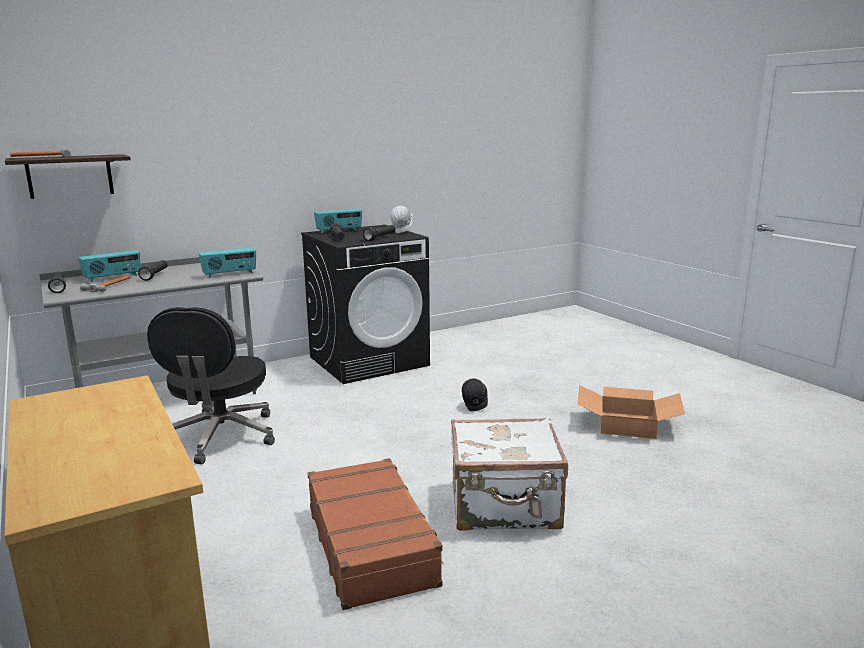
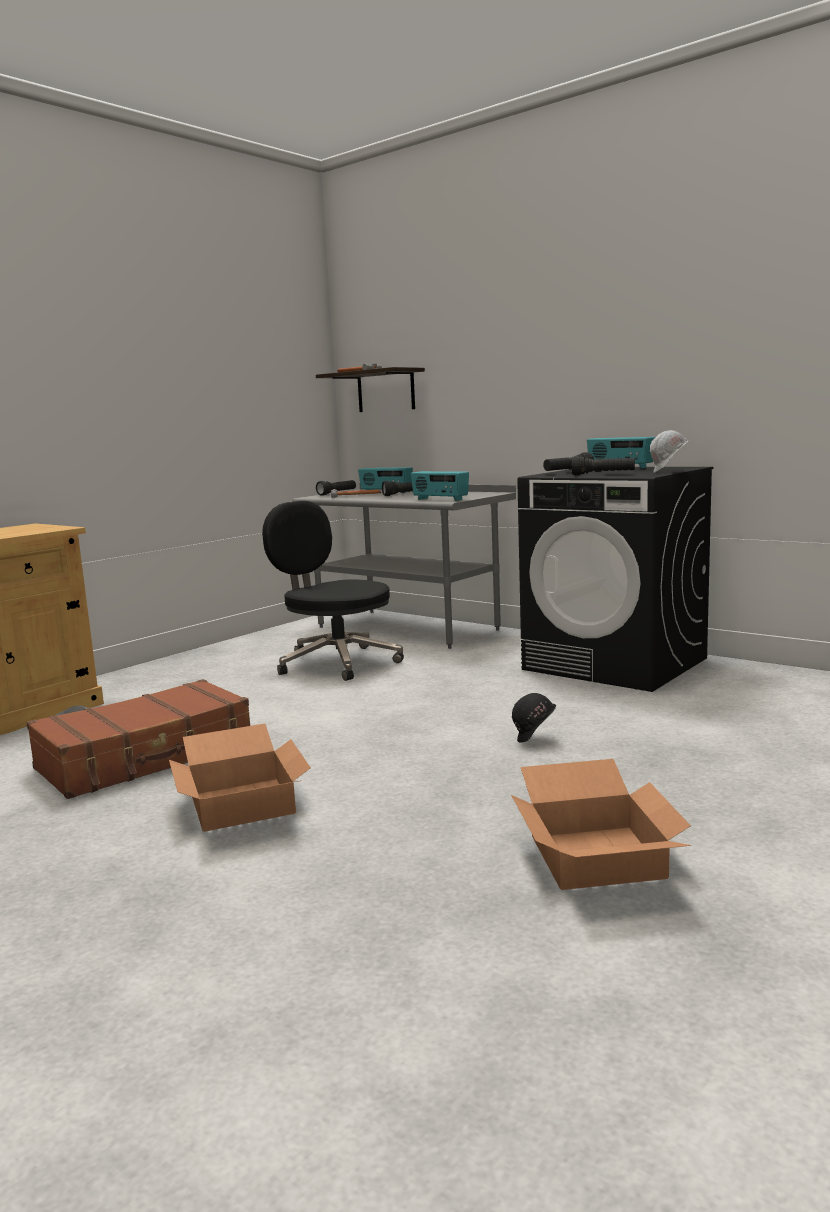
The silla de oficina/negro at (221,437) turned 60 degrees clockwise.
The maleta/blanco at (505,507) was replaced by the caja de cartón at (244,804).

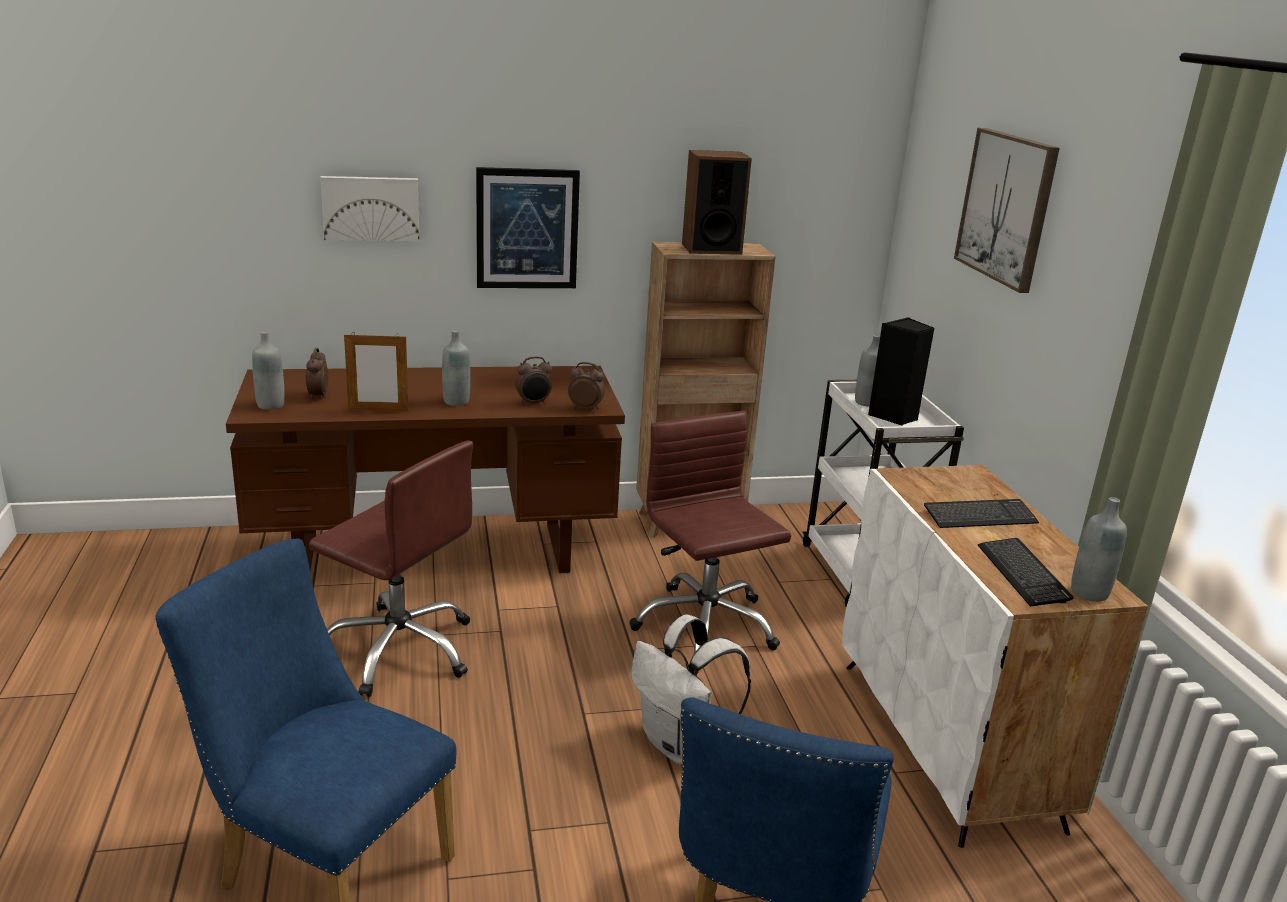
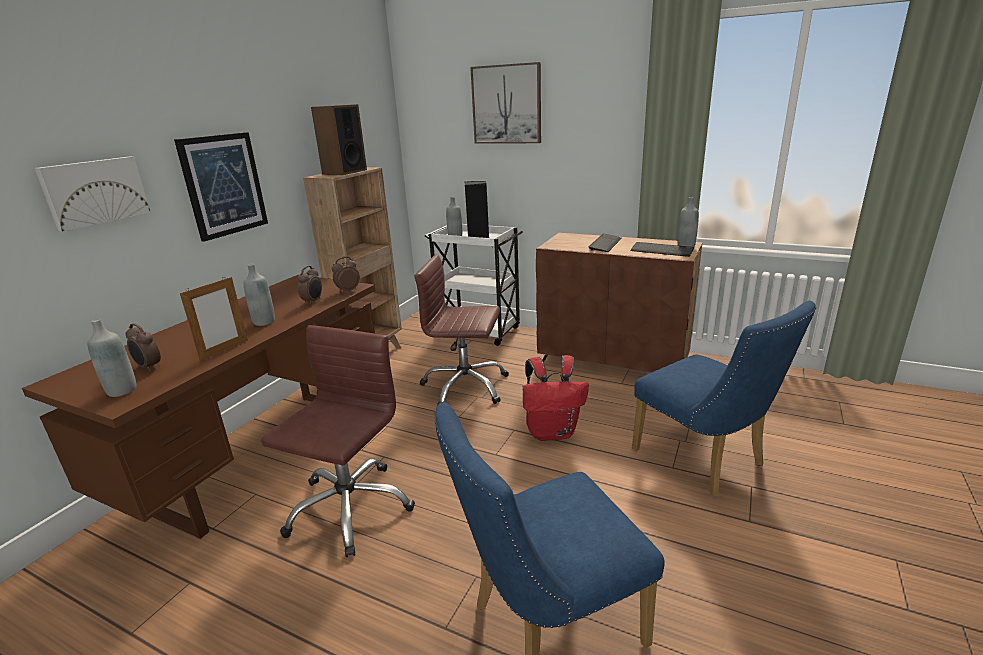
The silla de oficina/marrón at (400,649) turned 45 degrees counterclockwise.
The armario/blanco at (948,743) became the armario/marrón at (613,363).
The mochila/blanco at (681,745) became the mochila/rojo at (552,432).

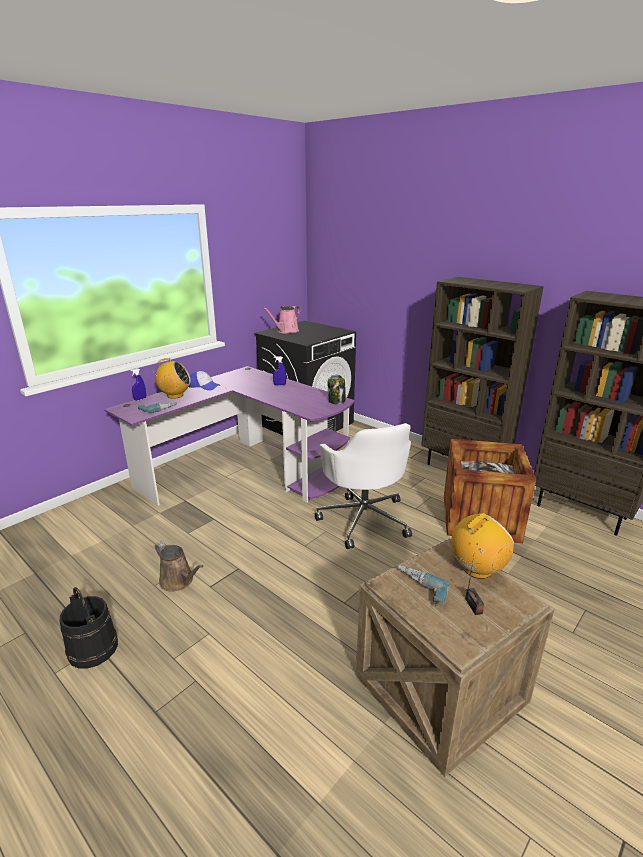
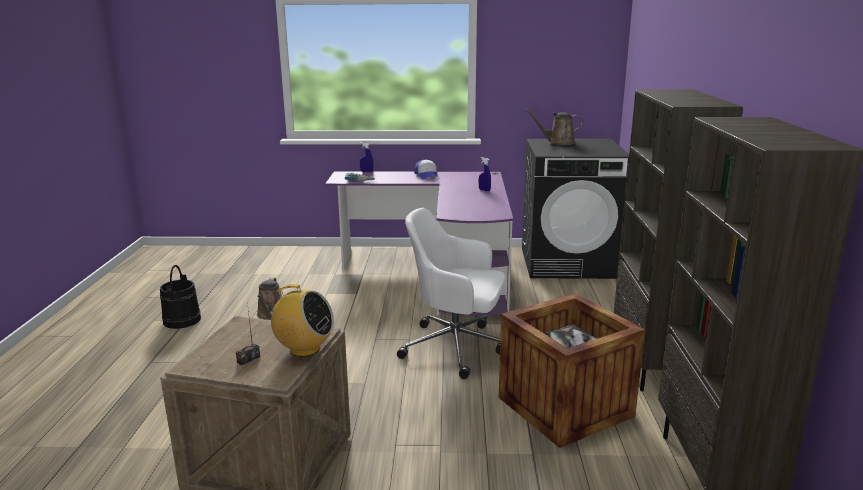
The regadera/rosa at (286,331) became the regadera/marrón at (558,143).
The radio at (174,395) disappeared.
The tarro at (336,401) disappeared.
The silla de oficina/blanco at (364,518) turned 75 degrees clockwise.
The taladro at (418,589) disappeared.

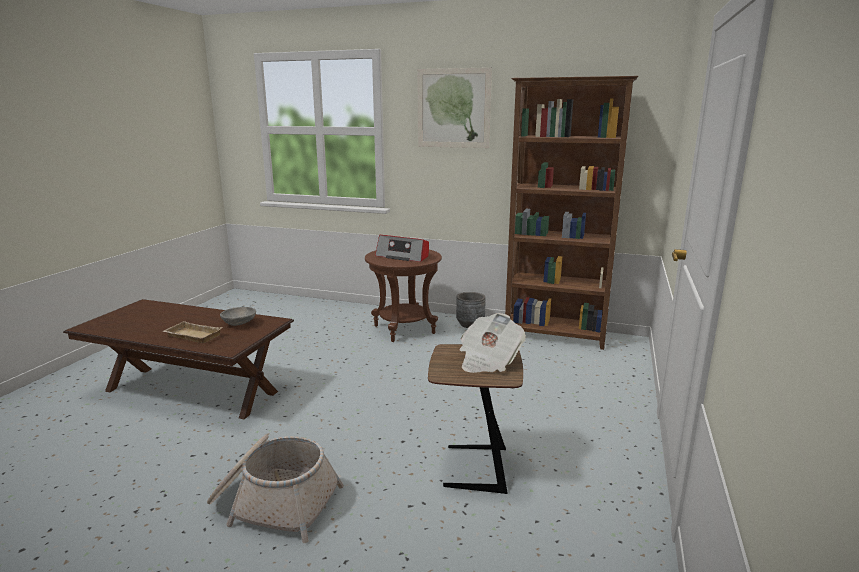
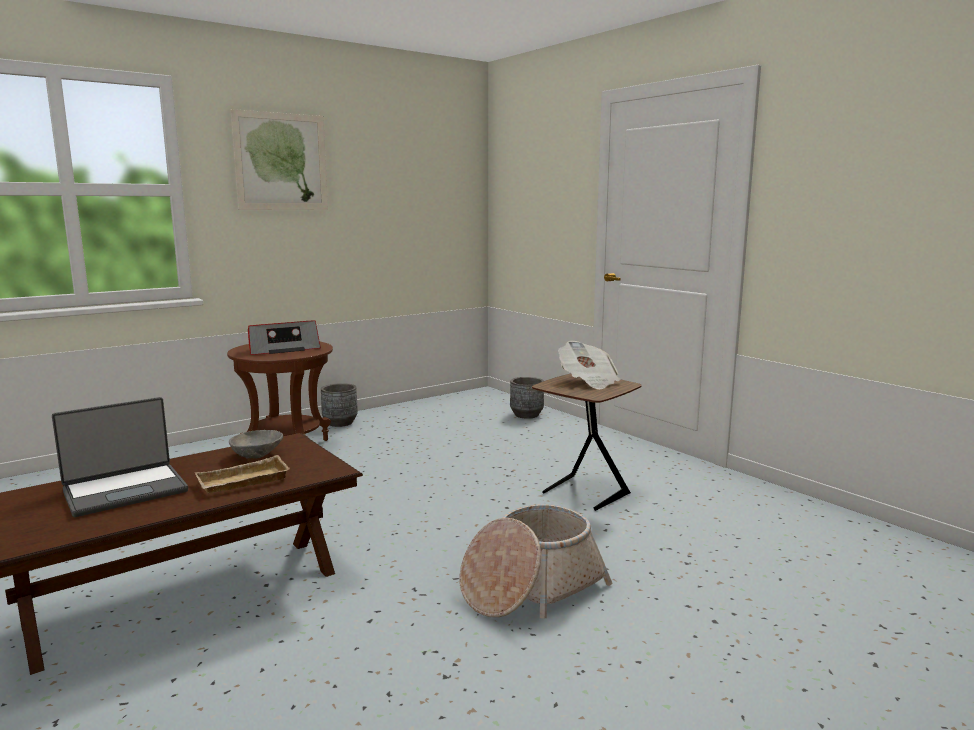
The estantería/marrón at (555,336) disappeared.
The maceta/gris at (526,415) appeared.
The portátil at (125,490) appeared.

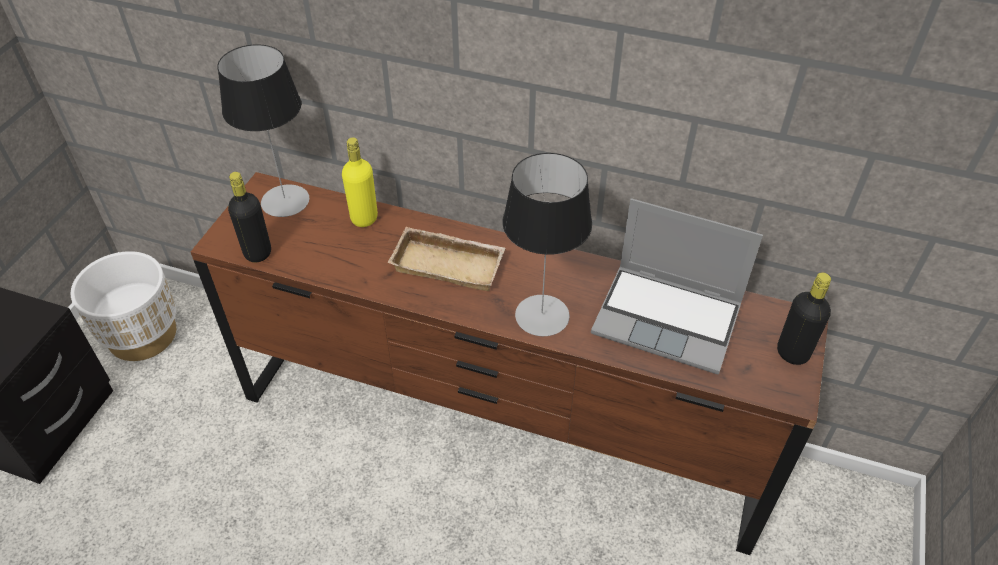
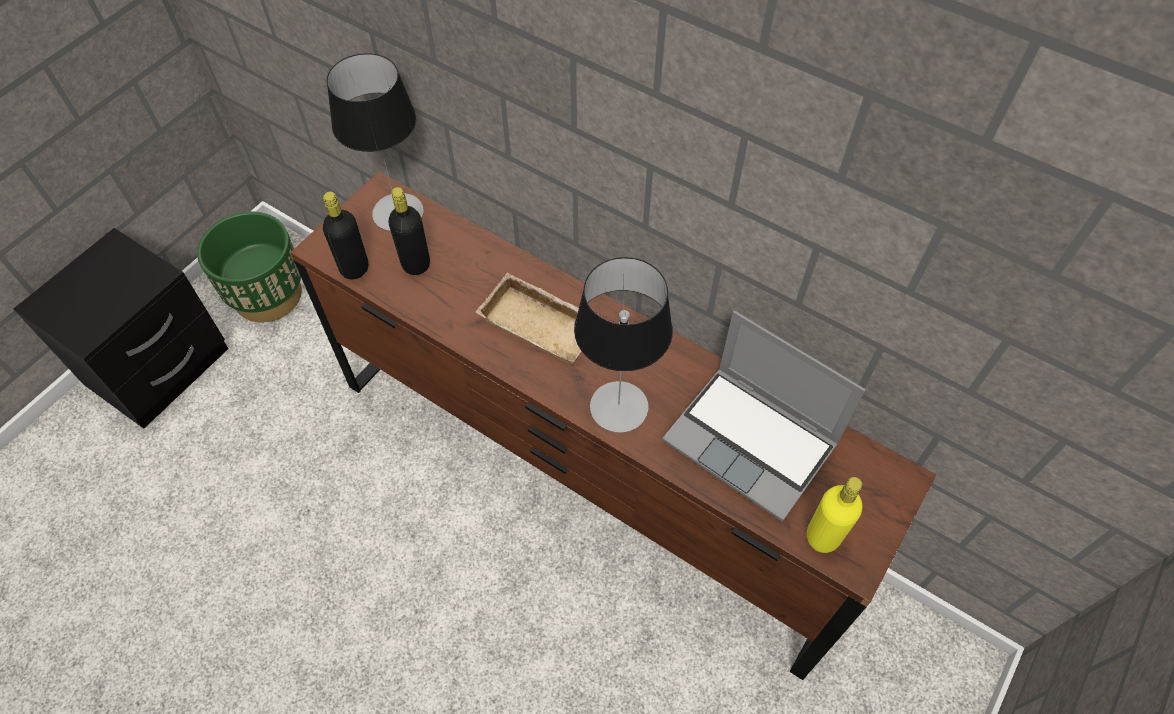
The botella/amarillo moved from (364,218) to (823,536).
The maceta/blanco at (142,335) became the maceta/verde at (268,295).
The botella/negro moved from (792,353) to (416,264).

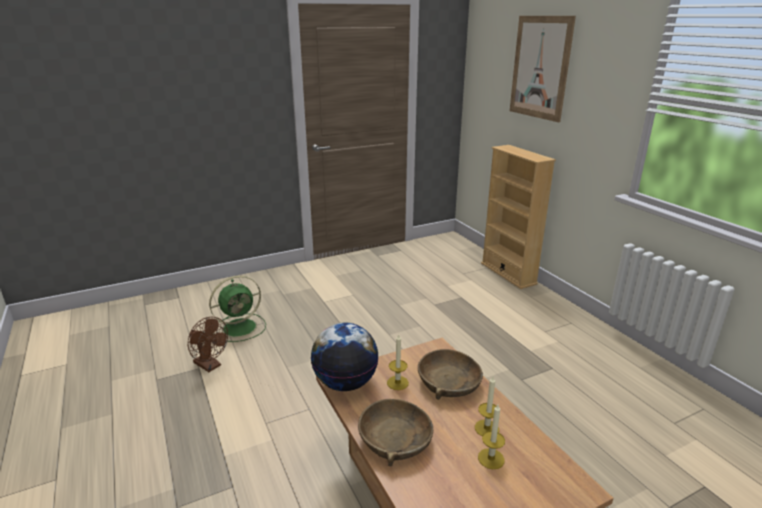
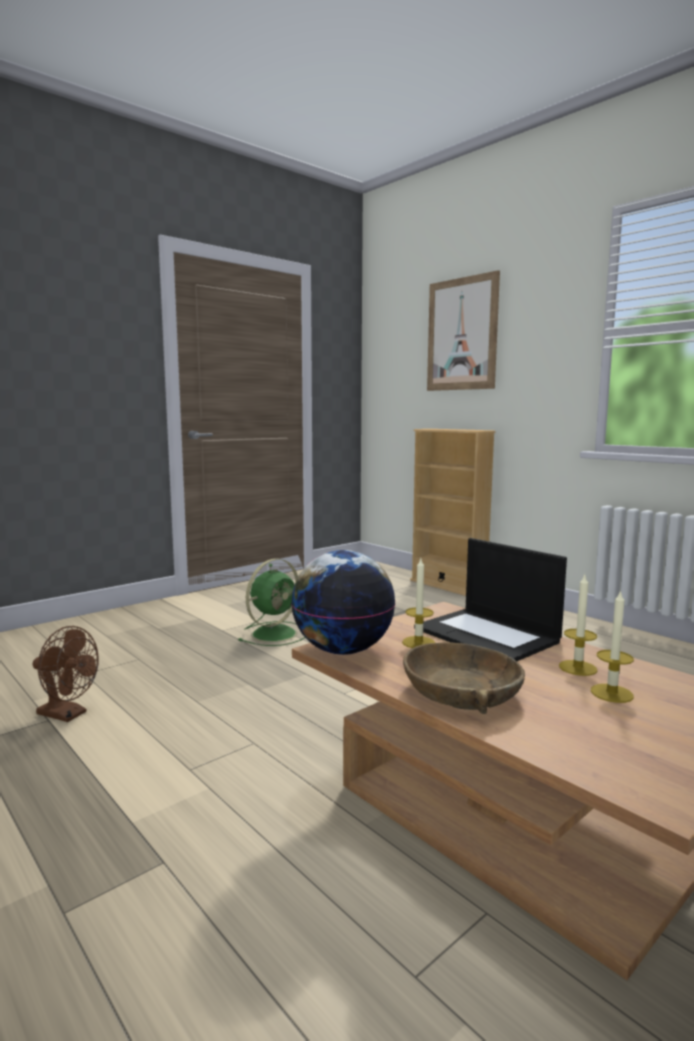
The ventilador/verde moved from (241,327) to (275,633).
The cuenco/marrón at (449,382) was replaced by the portátil at (488,635).

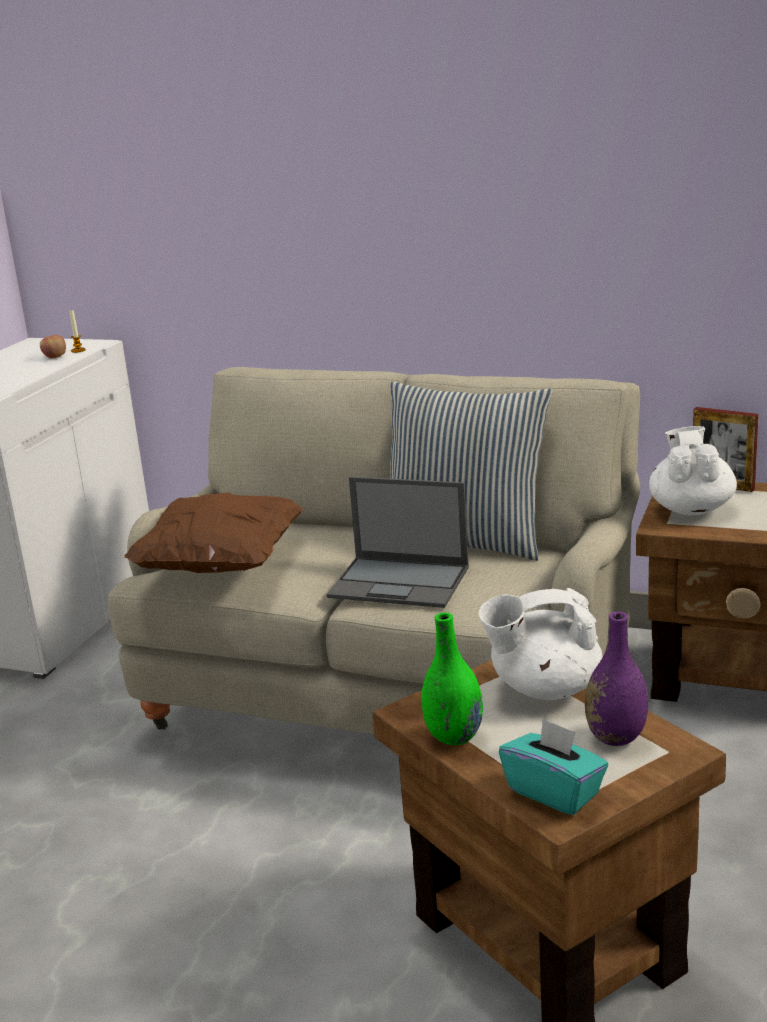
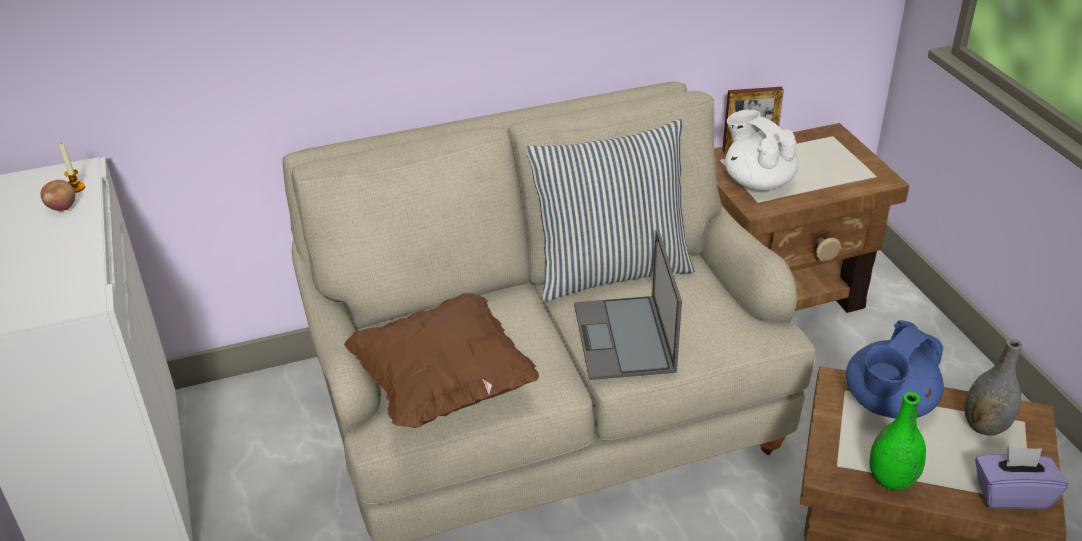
The portátil at (401,582) turned 105 degrees clockwise.
The tetera/blanco at (544,689) became the tetera/azul at (887,404).
The florero/morado at (616,737) became the florero/gris at (985,426).
The caja de pañuelos/turquesa at (554,792) became the caja de pañuelos/morado at (1012,494).

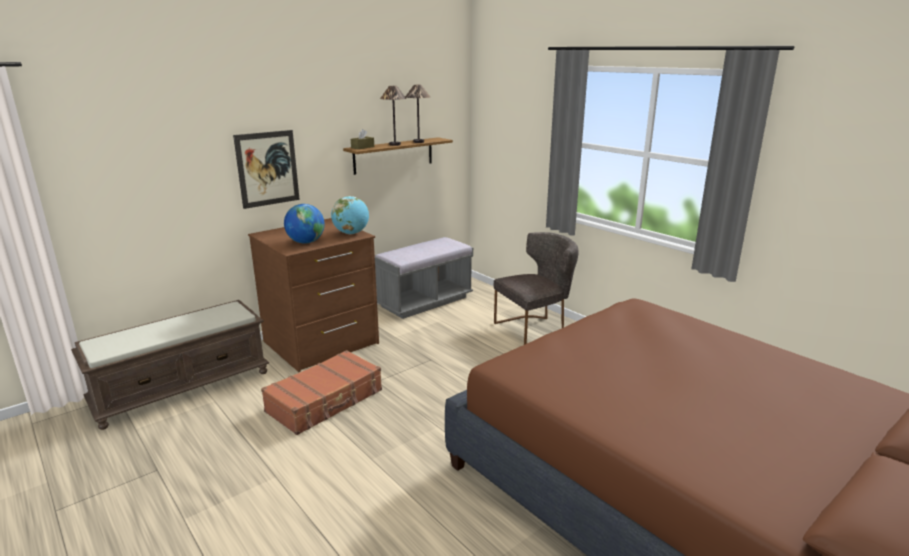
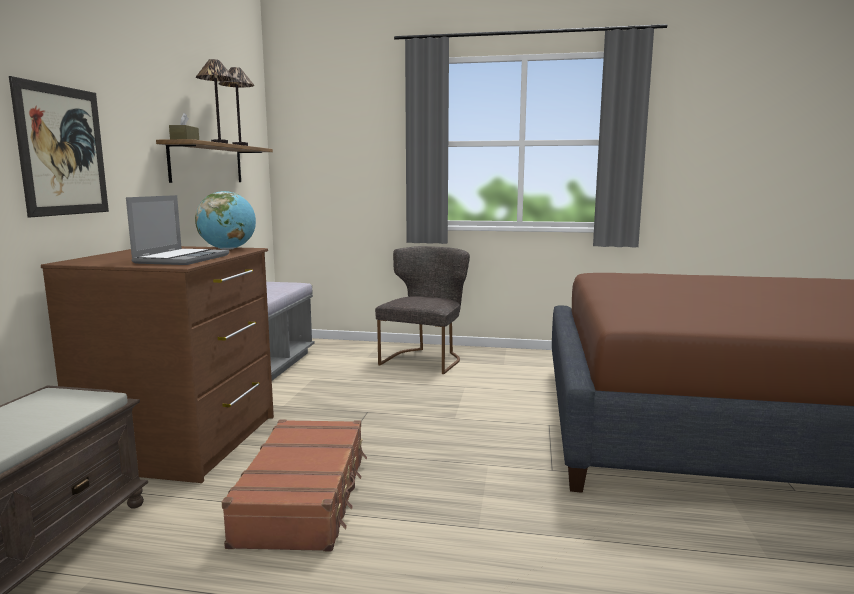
The globo terráqueo at (306,242) was replaced by the portátil at (182,259).

